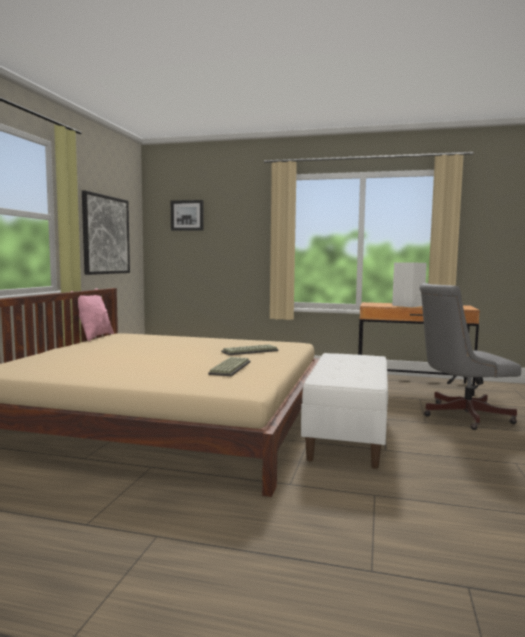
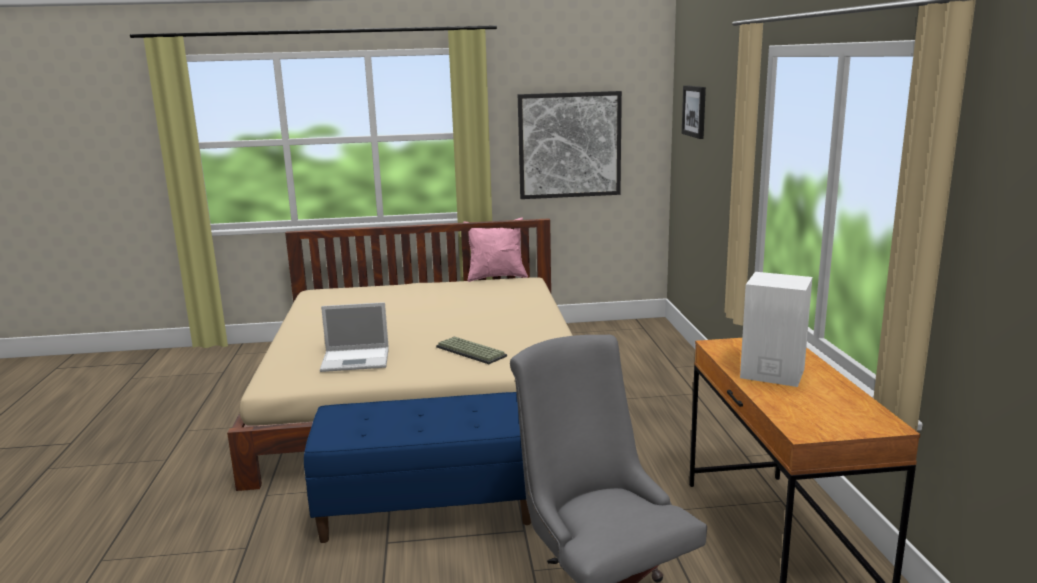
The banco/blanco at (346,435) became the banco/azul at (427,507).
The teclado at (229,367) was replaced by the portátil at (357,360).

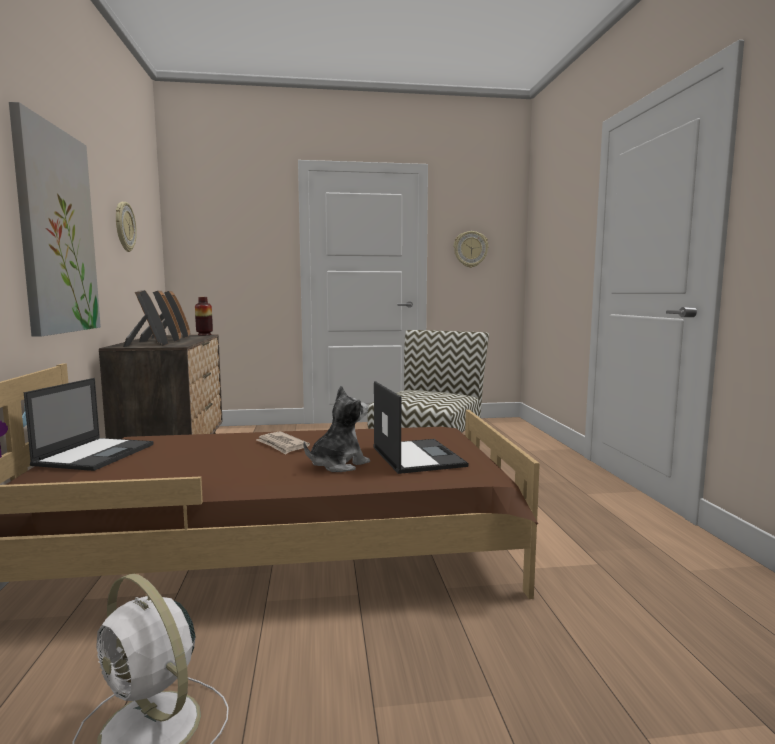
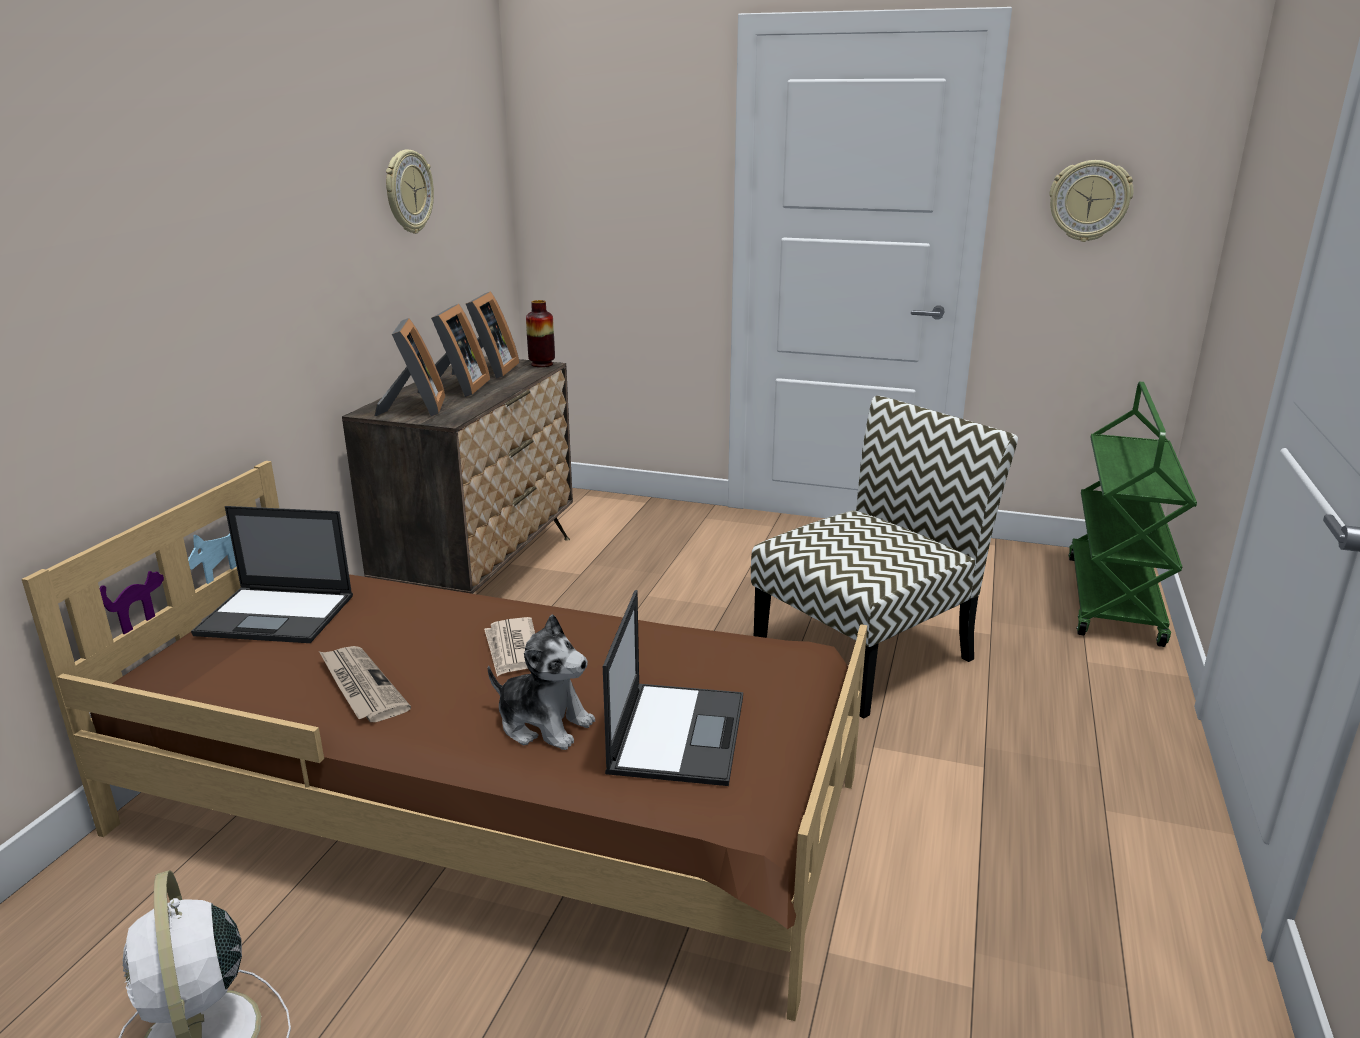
The cuadro at (57,231) disappeared.
The portátil at (96,454) turned 60 degrees clockwise.
The peluche at (338,464) turned 45 degrees clockwise.
The carrito/verde at (1113,601) appeared.
The periódico at (361,686) appeared.

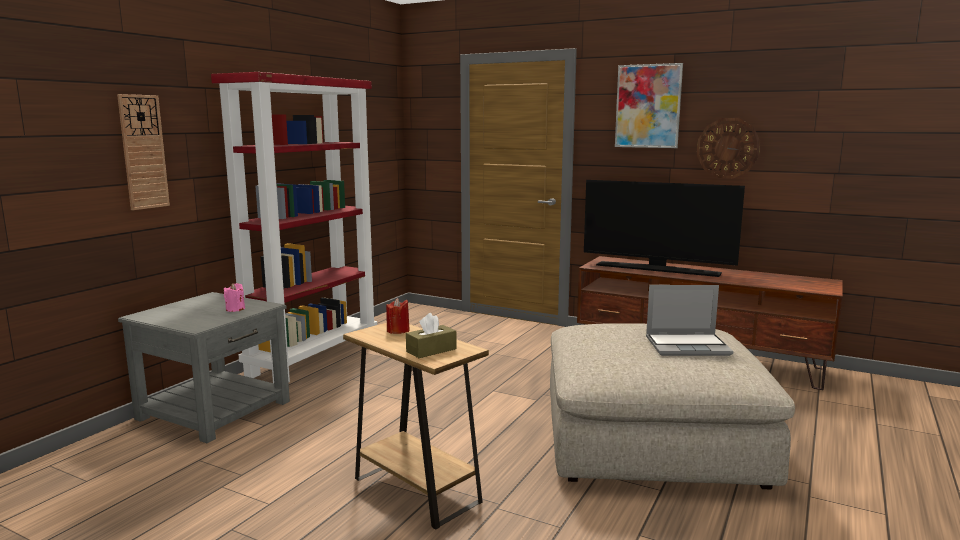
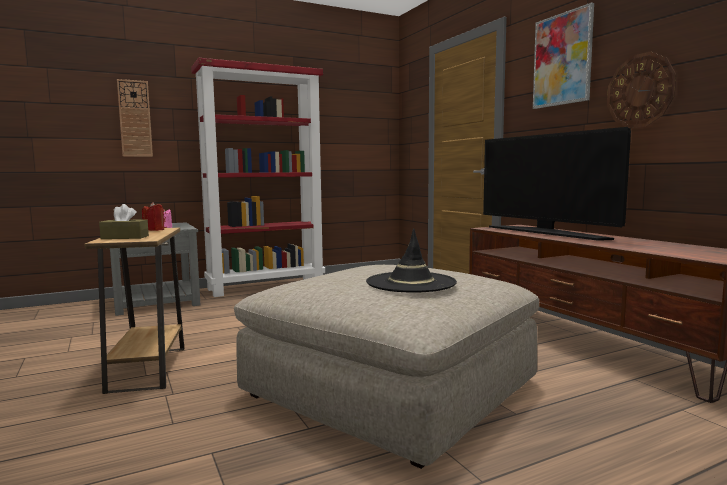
The portátil at (688,346) was replaced by the sombrero/negro at (411,283).

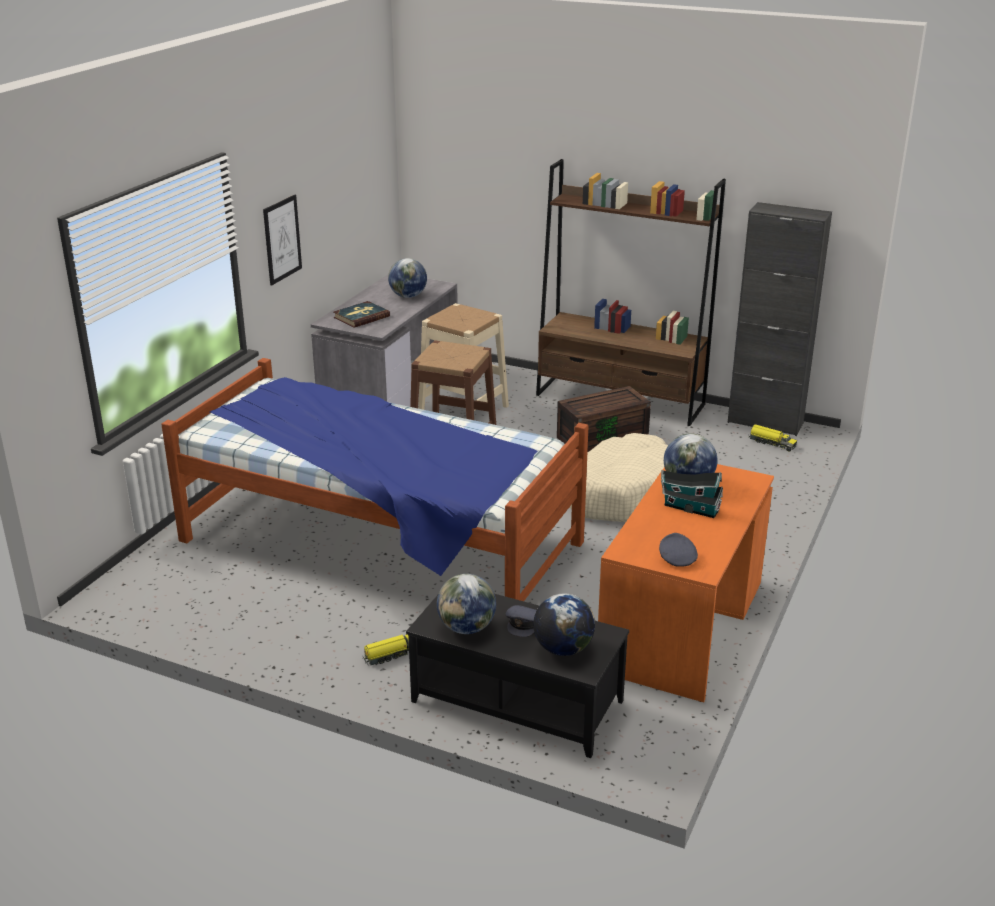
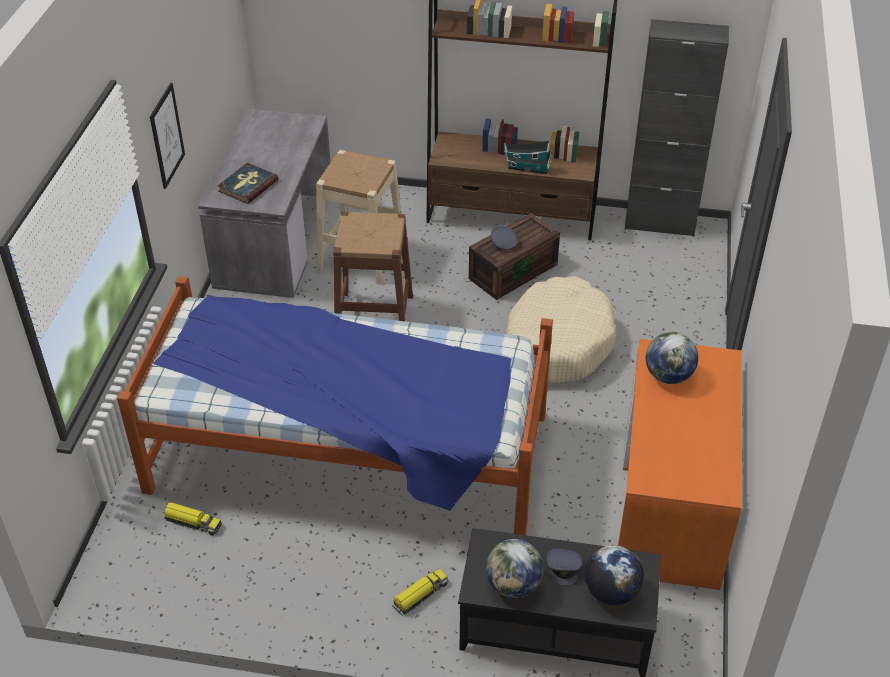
The globo terráqueo at (408,296) disappeared.
The camión de juguete moved from (771,443) to (192,522).
The casita moved from (689,508) to (526,168).
The gorra/gris moved from (676,558) to (503,243).

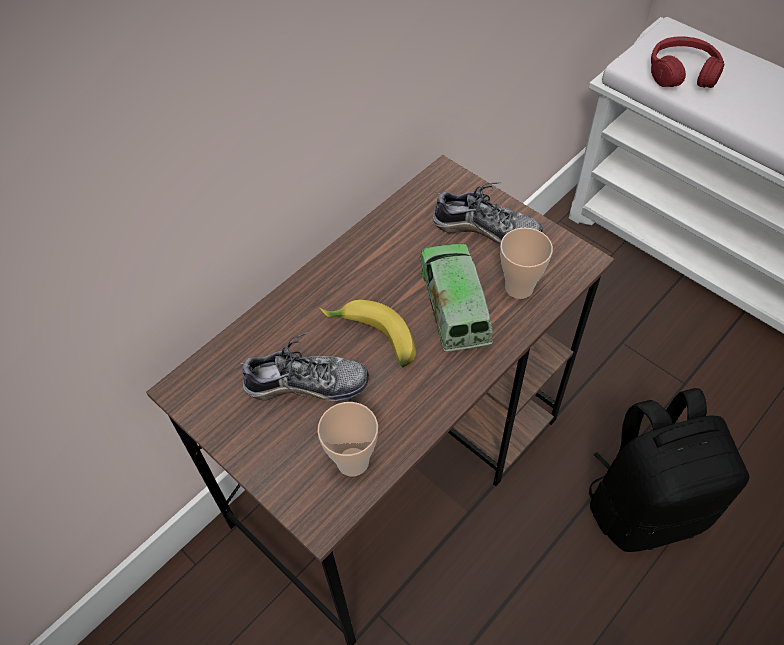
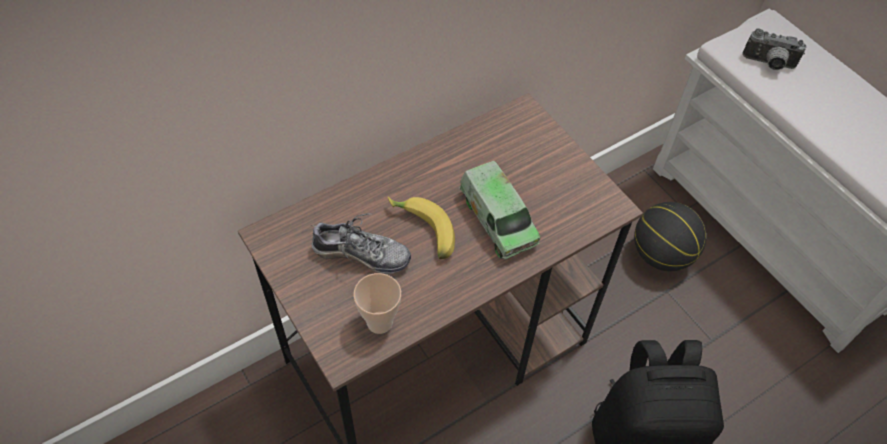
The auriculares/rojo at (682,73) was replaced by the cámara at (768,64).
The zapato at (486,229) disappeared.
The taza at (519,287) disappeared.
The camión de juguete at (454,305) turned 150 degrees clockwise.
The balón de baloncesto at (661,255) appeared.

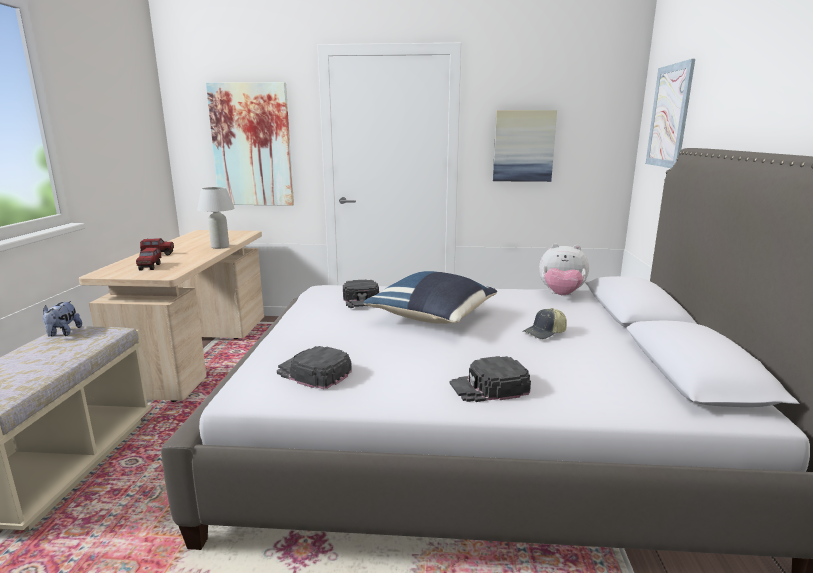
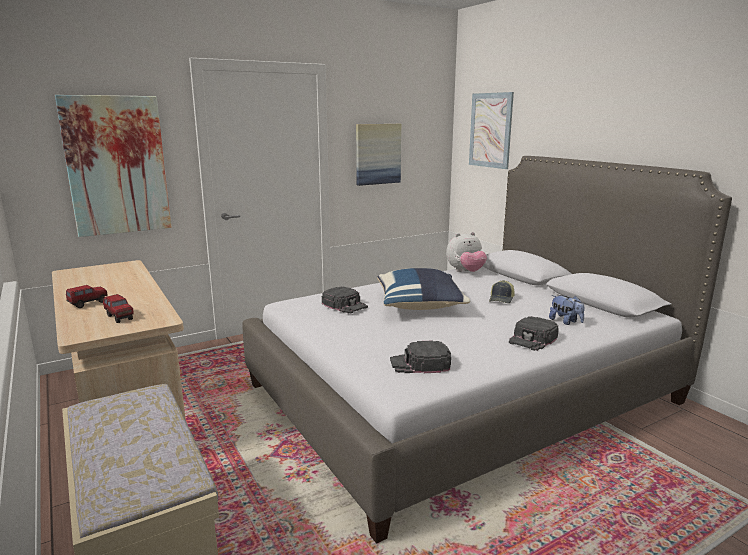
The lámpara de mesa/blanco at (220,247) disappeared.
The peluche moved from (63,333) to (565,322).

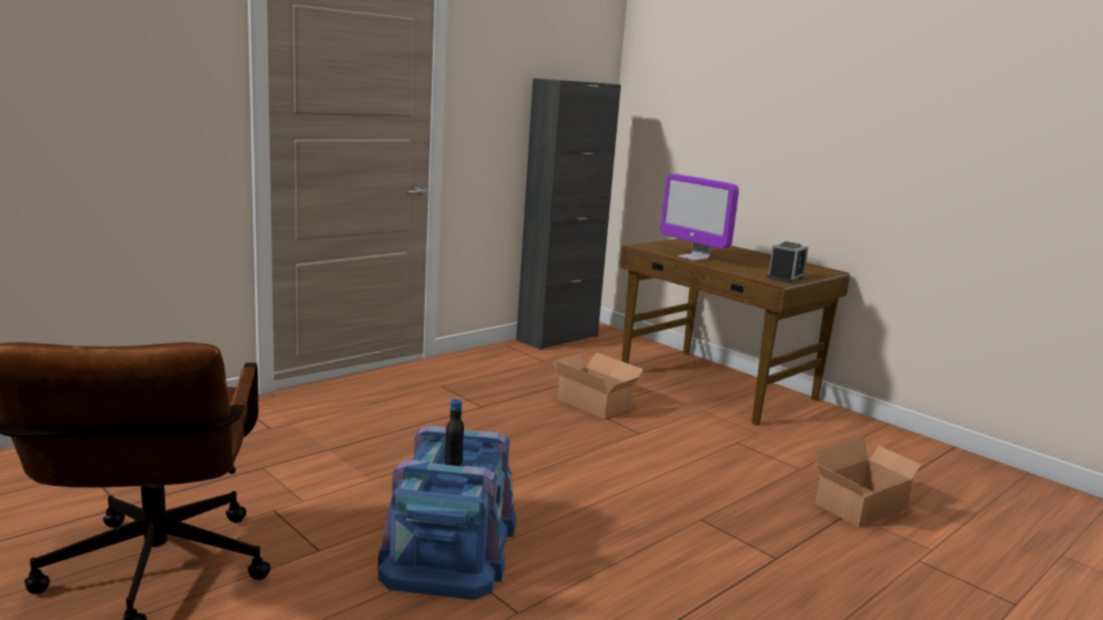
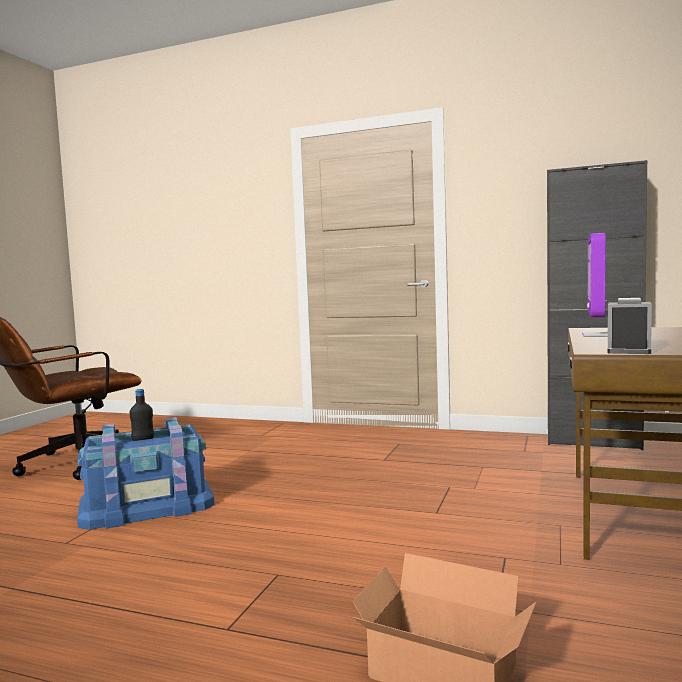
The despertador at (785,278) turned 105 degrees clockwise.
The caja de cartón at (594,403) disappeared.

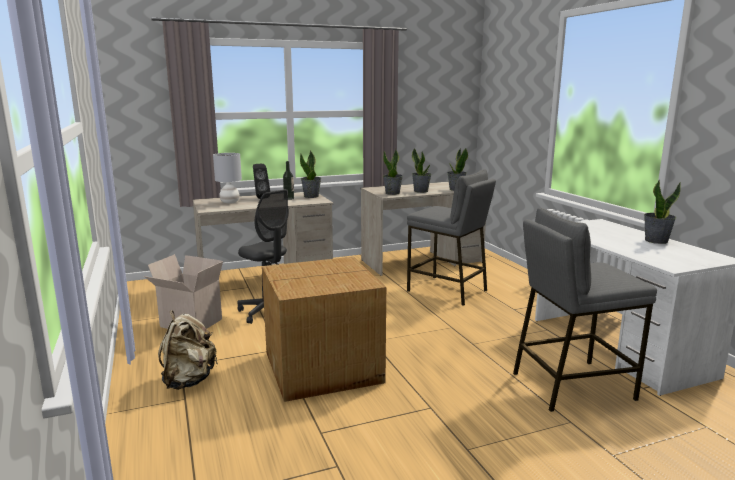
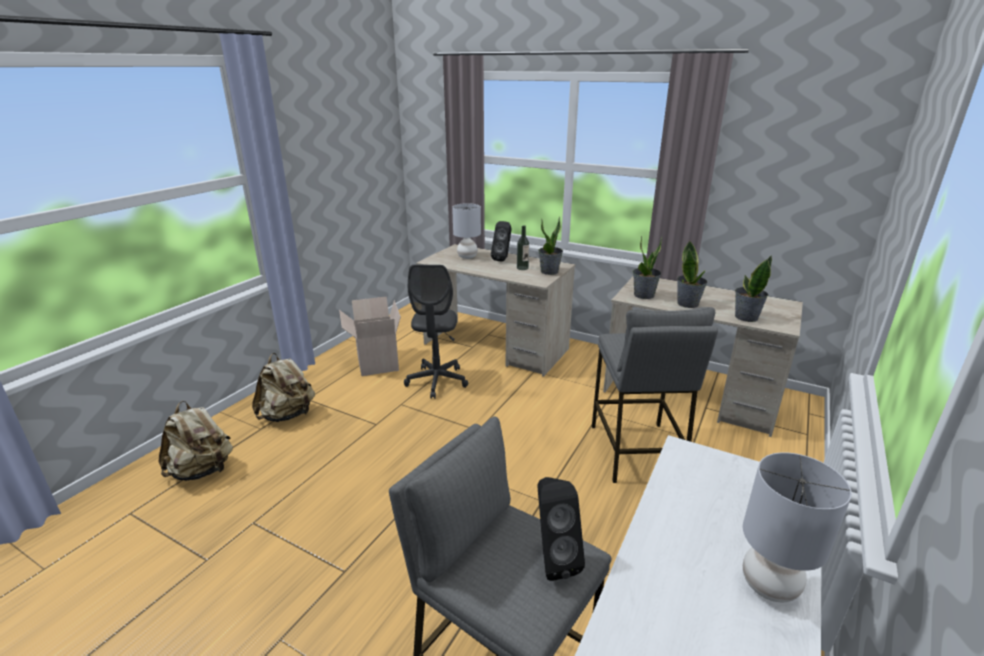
The planta en maceta at (656,240) was replaced by the lámpara de mesa/gris at (770,586).
The caja de cartón at (324,368) disappeared.
The mochila/beis at (202,470) appeared.
The altavoz/negro at (553,559) appeared.

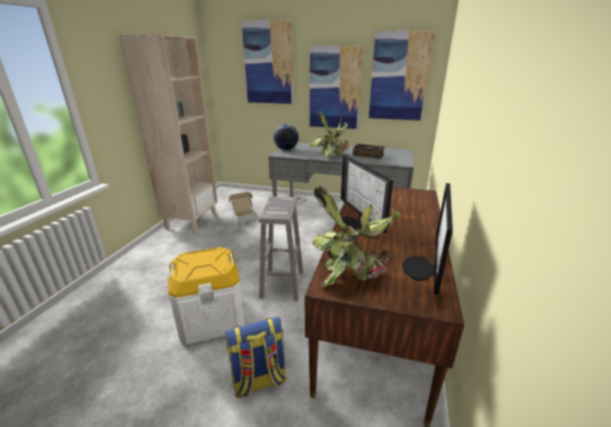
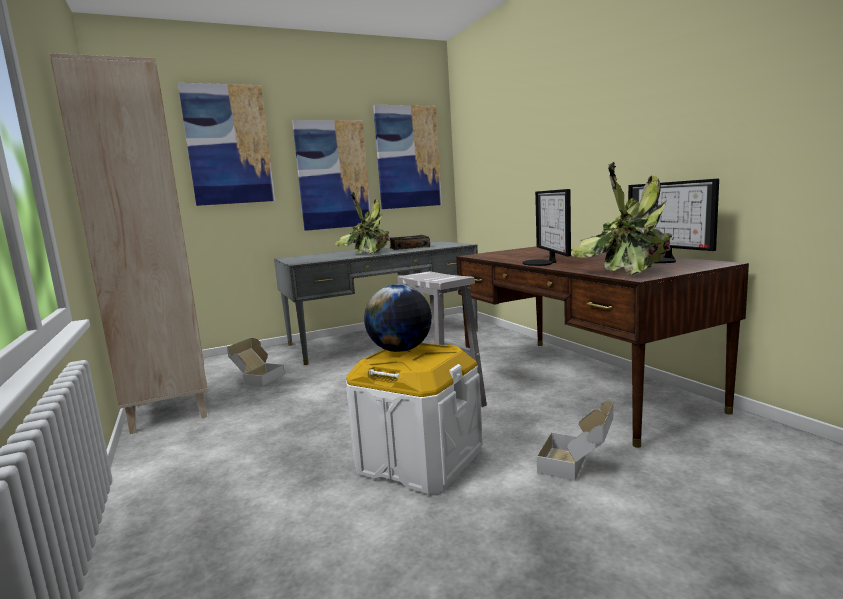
The globo terráqueo moved from (286,149) to (400,350).
The monitor at (353,224) turned 60 degrees clockwise.
The mochila at (258,381) was replaced by the caja de cartón at (577,466).

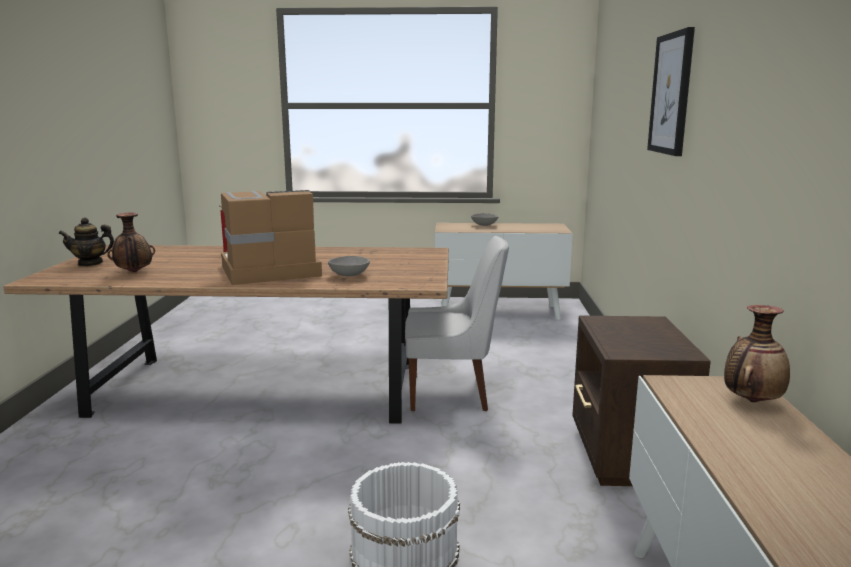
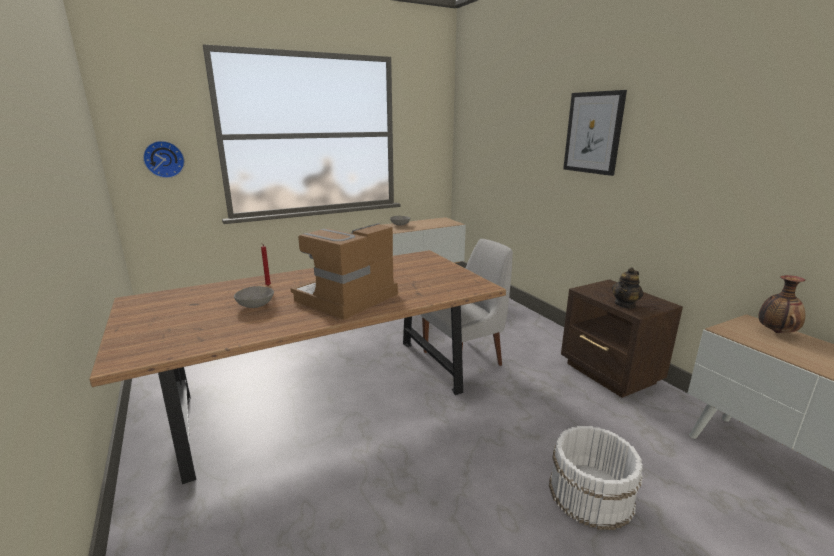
The florero at (134,272) disappeared.
The tetera moved from (90,263) to (625,304).
The cuenco/gris moved from (349,275) to (255,306).
The reloj de pared at (164,159) appeared.

